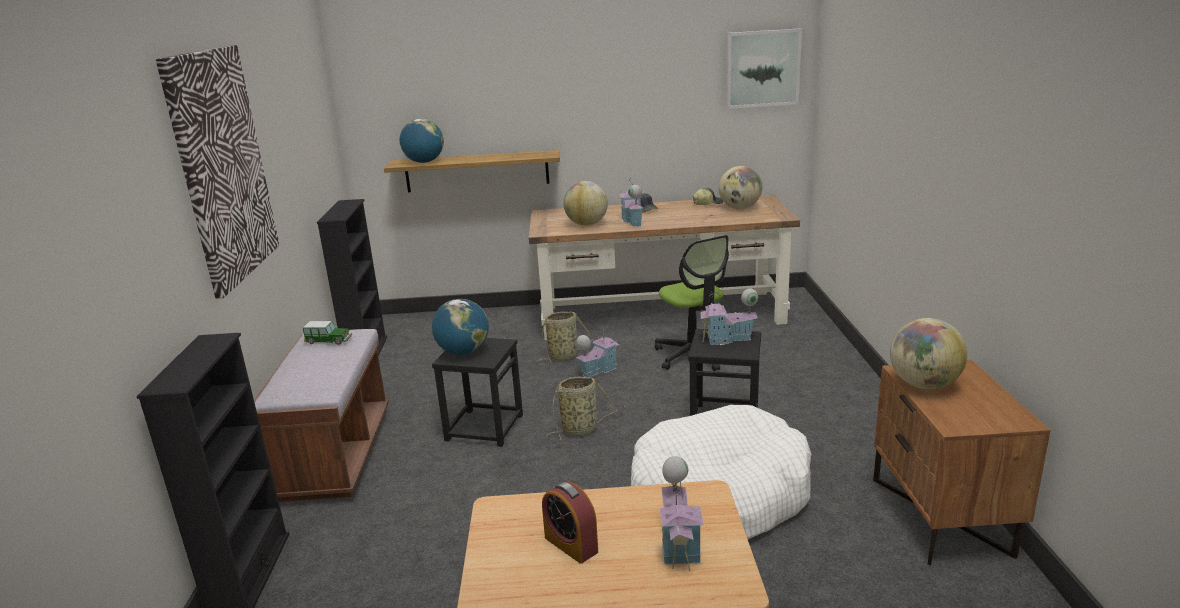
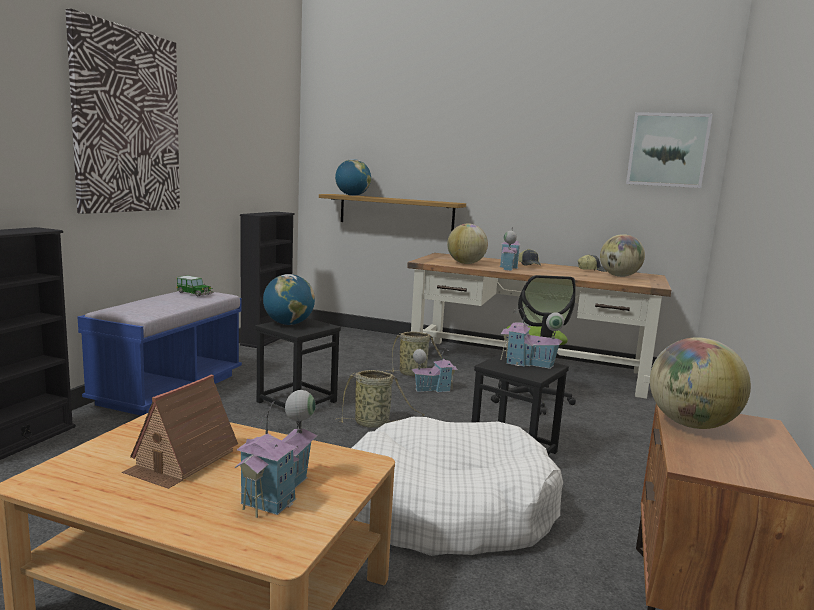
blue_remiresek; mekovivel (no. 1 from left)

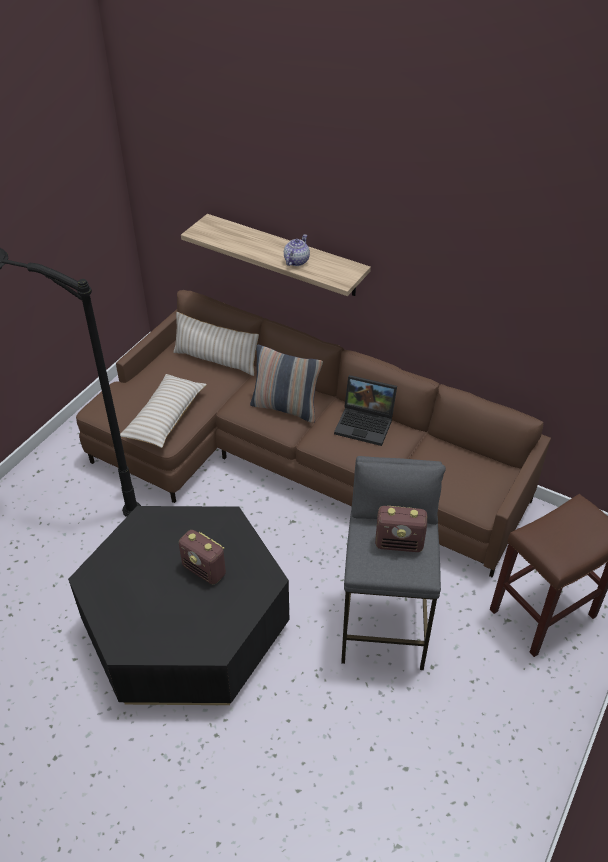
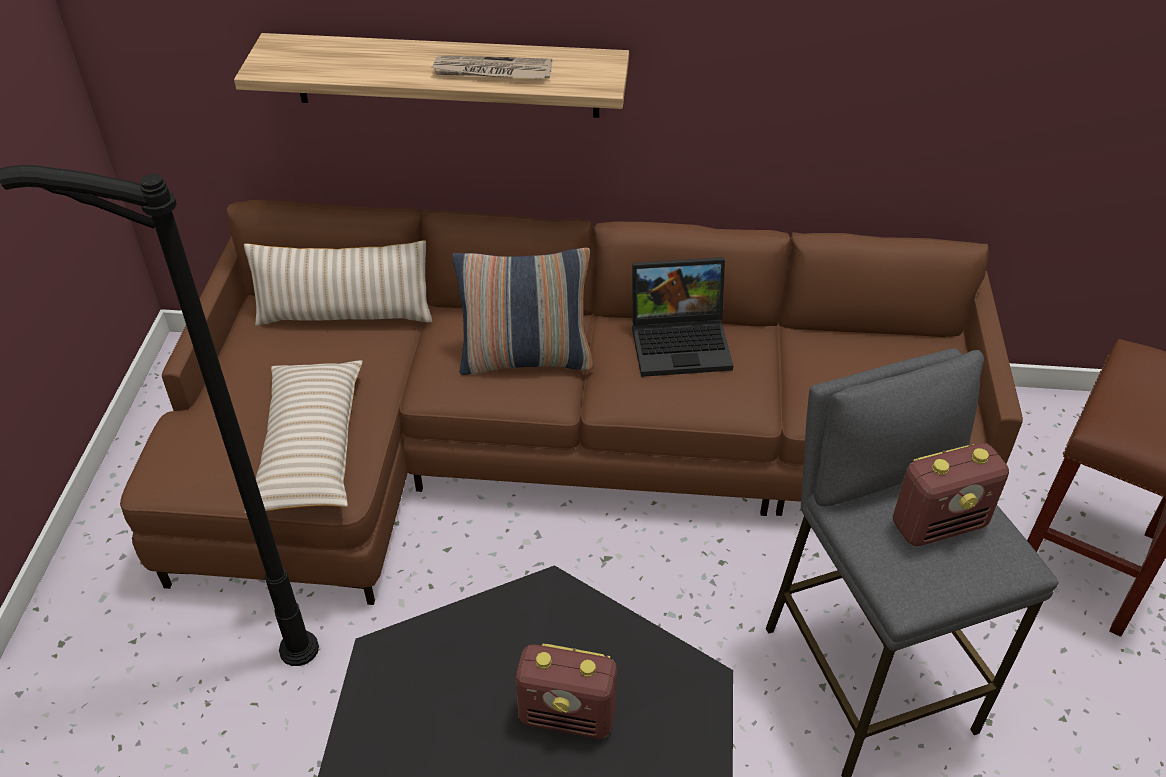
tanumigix

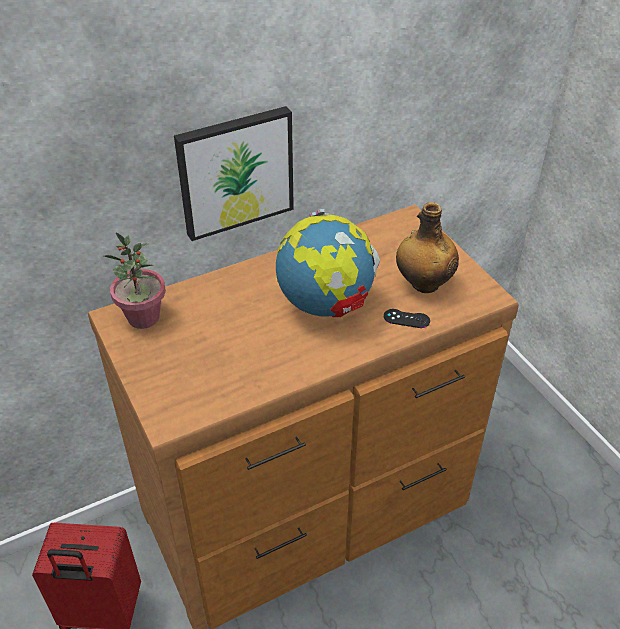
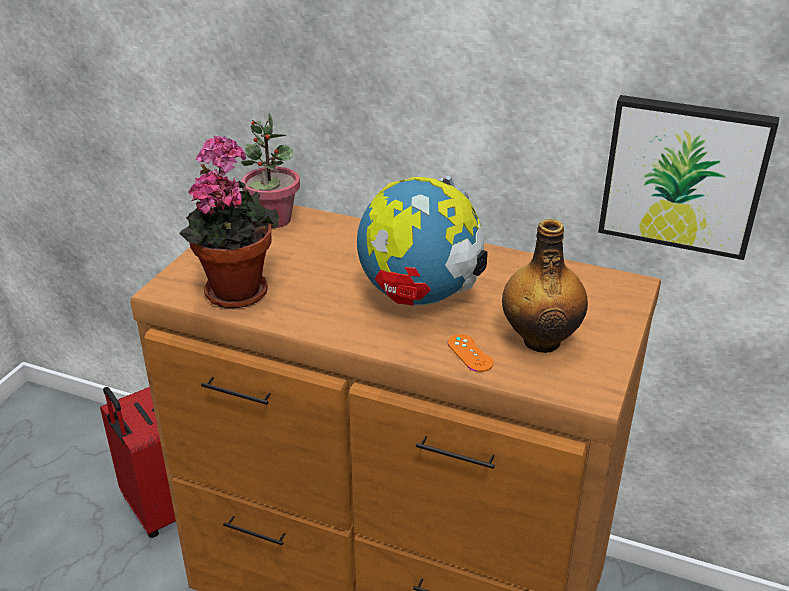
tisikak; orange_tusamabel; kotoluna (no. 1 from left)

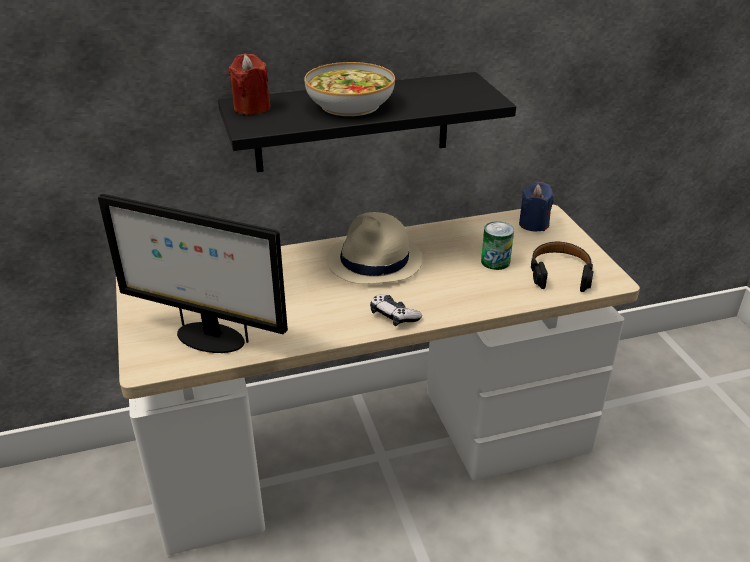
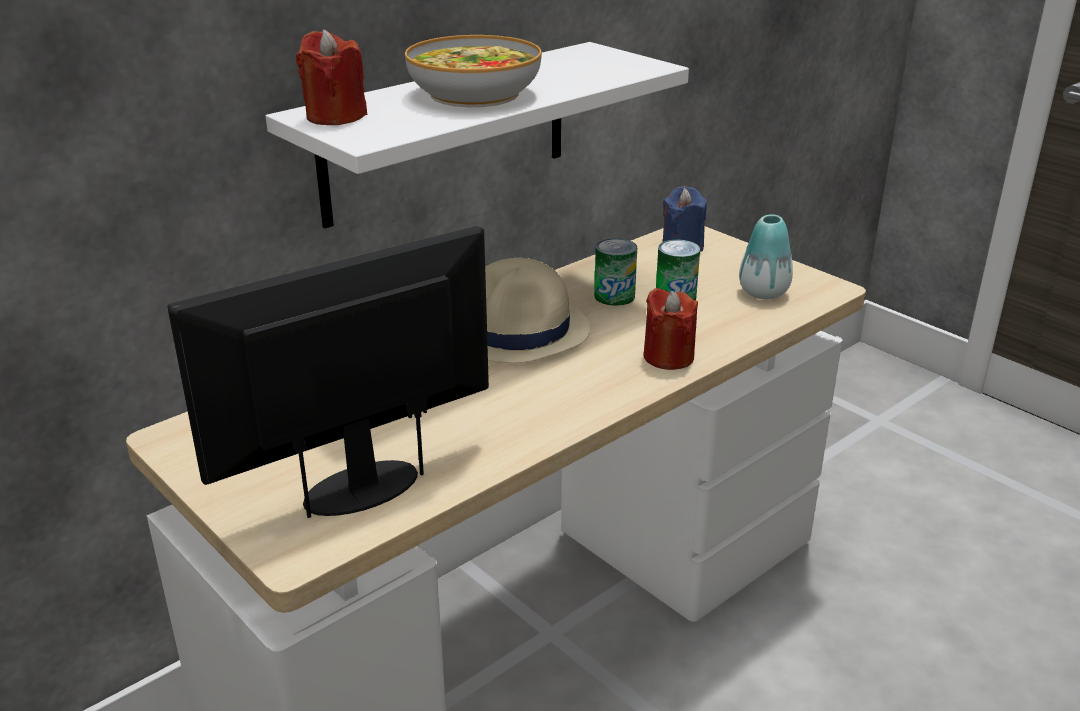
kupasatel; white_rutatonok; tusamabel; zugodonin; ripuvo (no. 1 from left); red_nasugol (no. 2 from left)

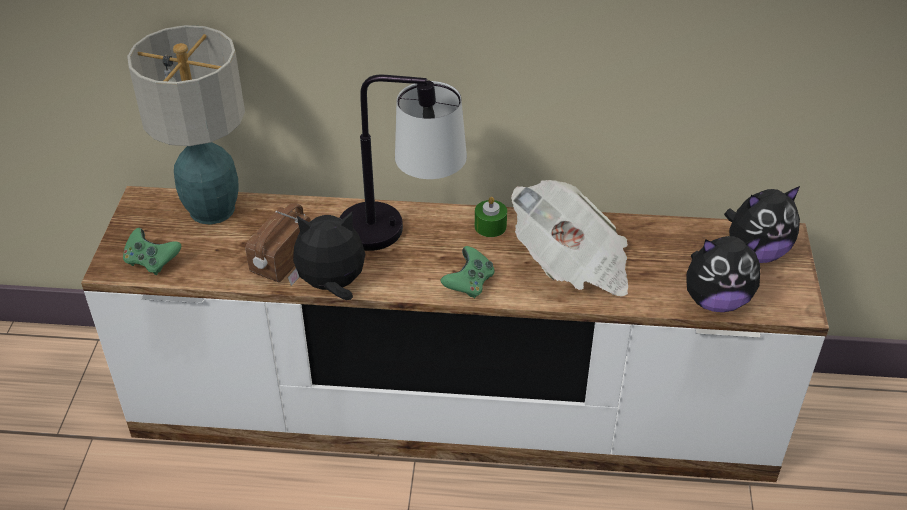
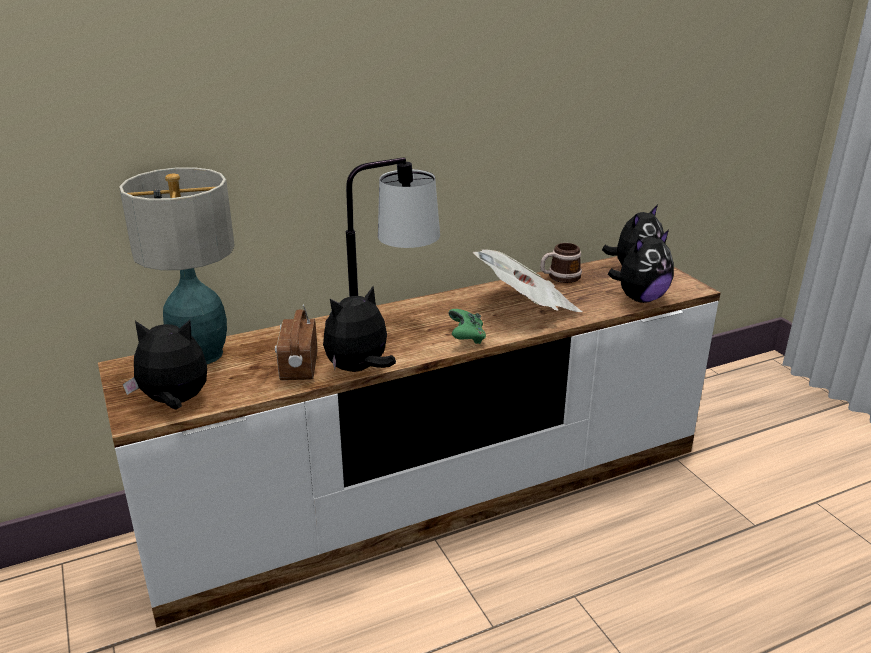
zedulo (no. 1 from left); green_nasugol; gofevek

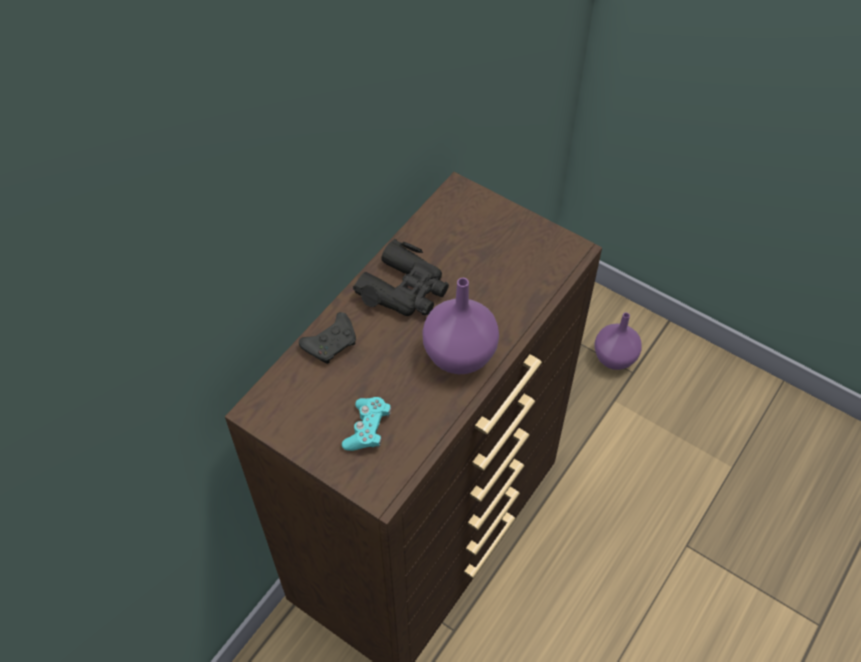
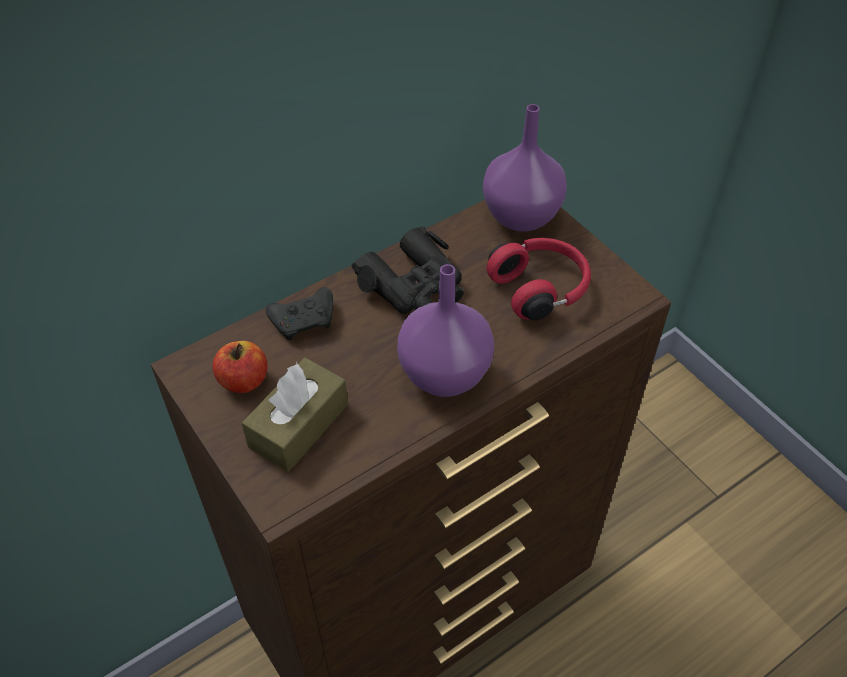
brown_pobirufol; purple_zugodonin (no. 2 from left); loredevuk; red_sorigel

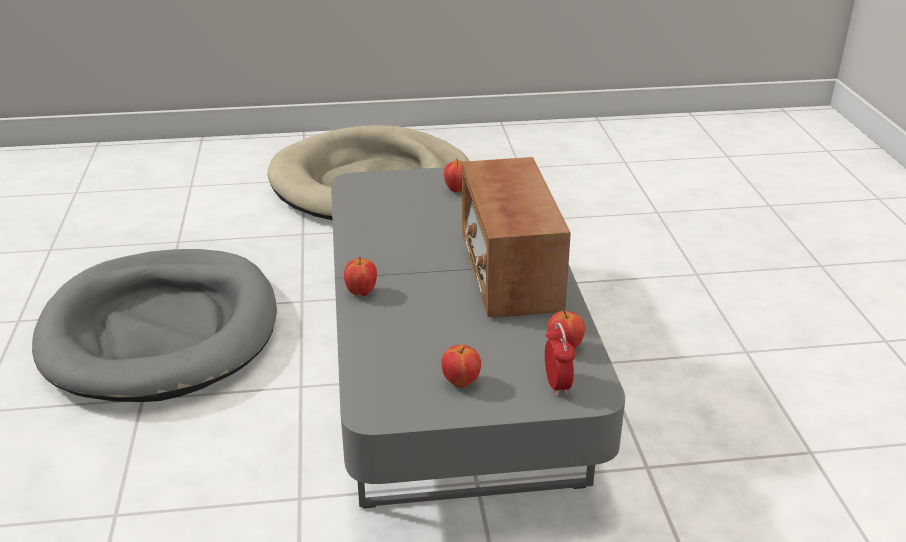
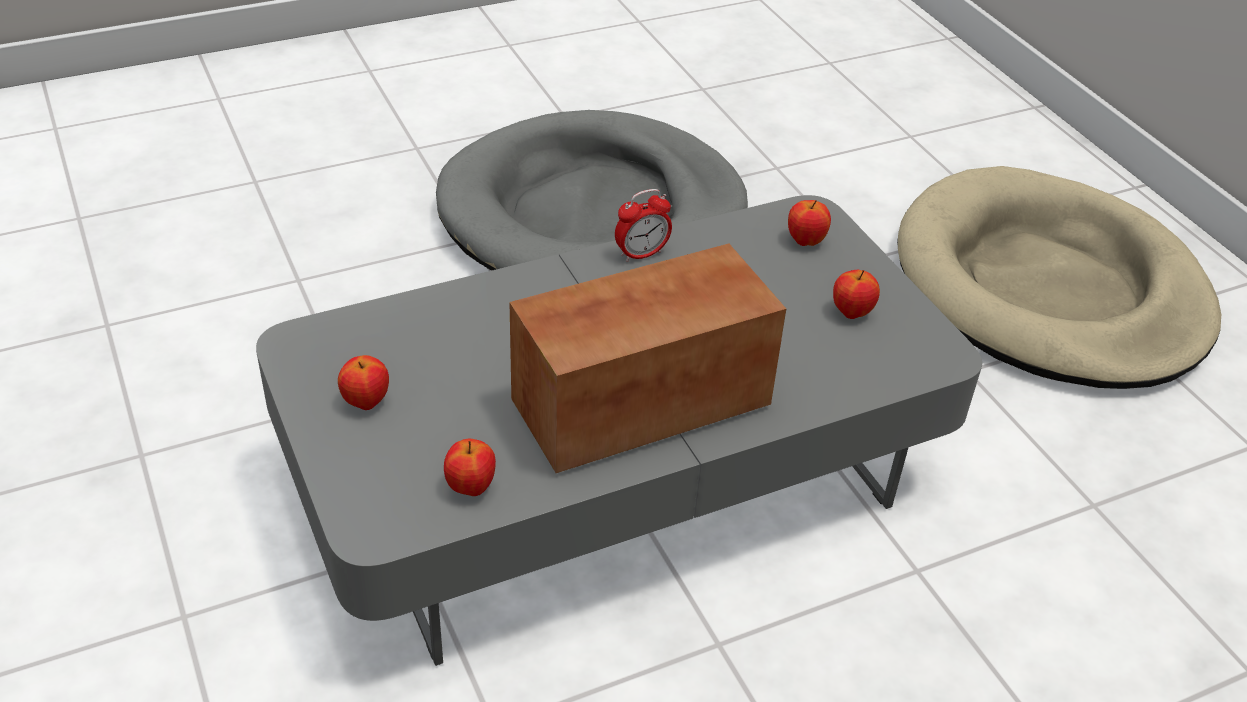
loredevuk (no. 3 from left); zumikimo

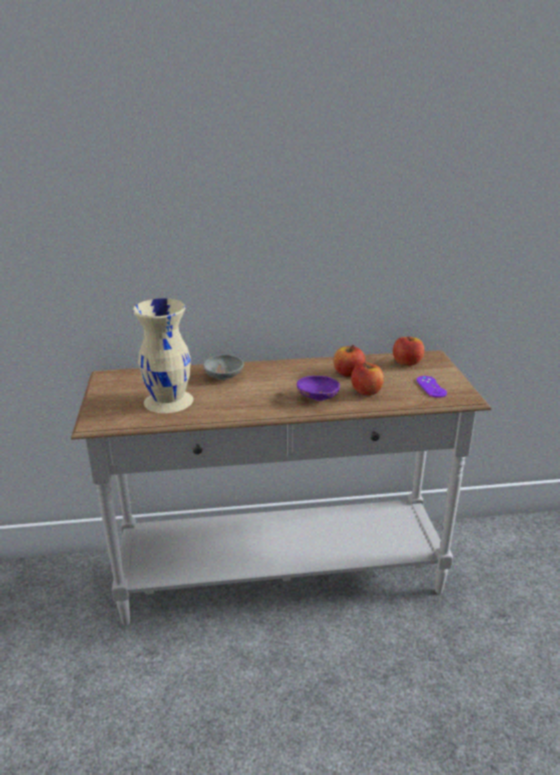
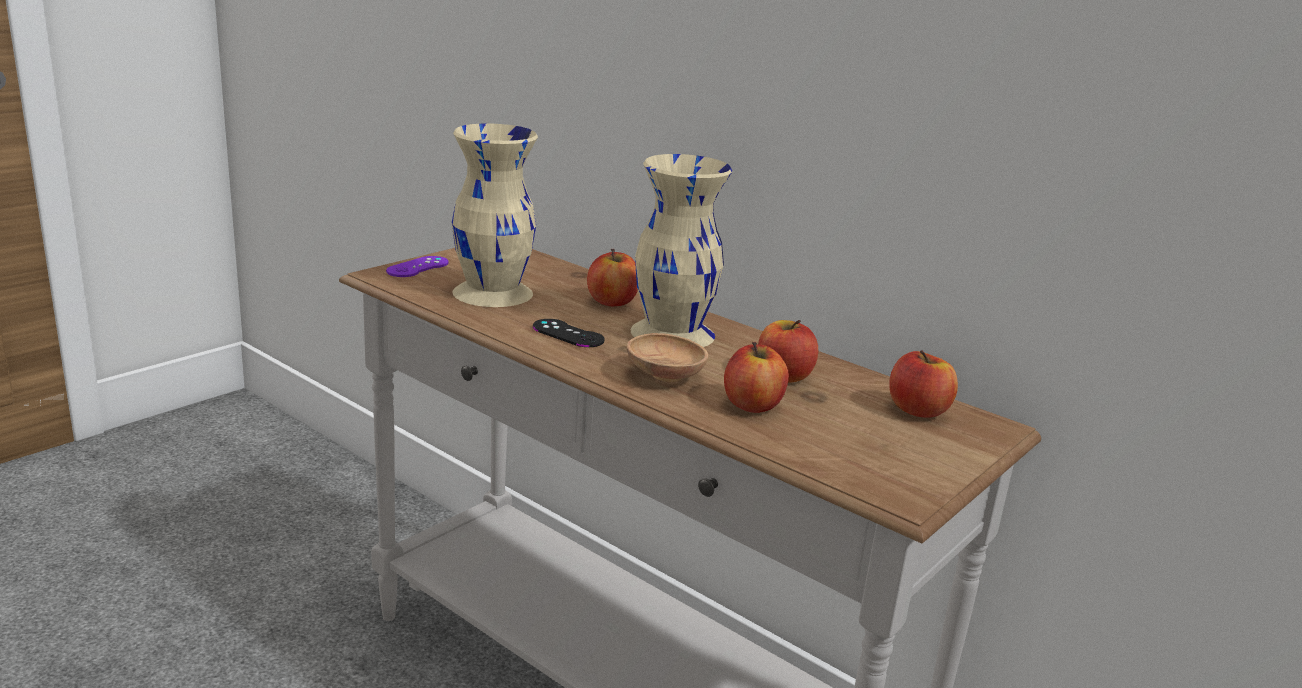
loredevuk (no. 1 from left); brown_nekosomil; purple_tusamabel; black_tusamabel; beige_zugodonin (no. 2 from left)

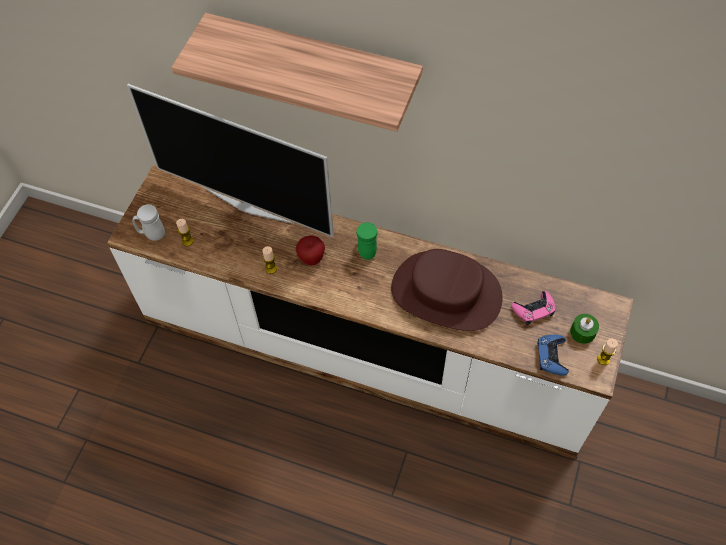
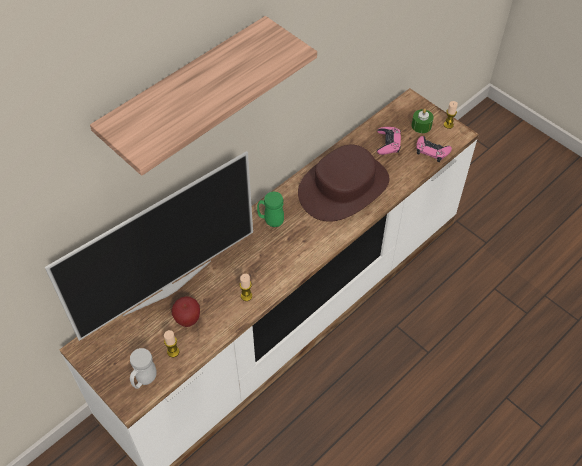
loredevuk; pink_tusamabel (no. 2 from left)

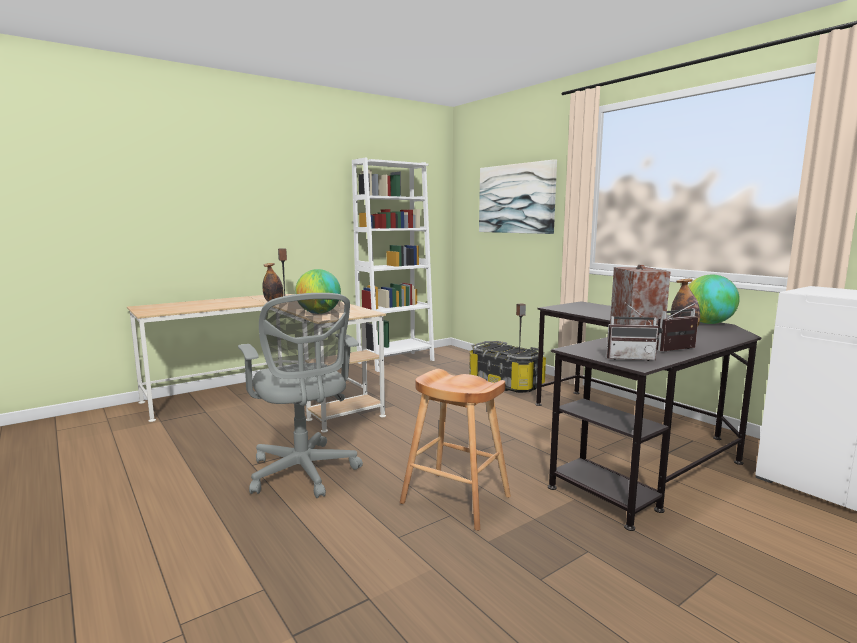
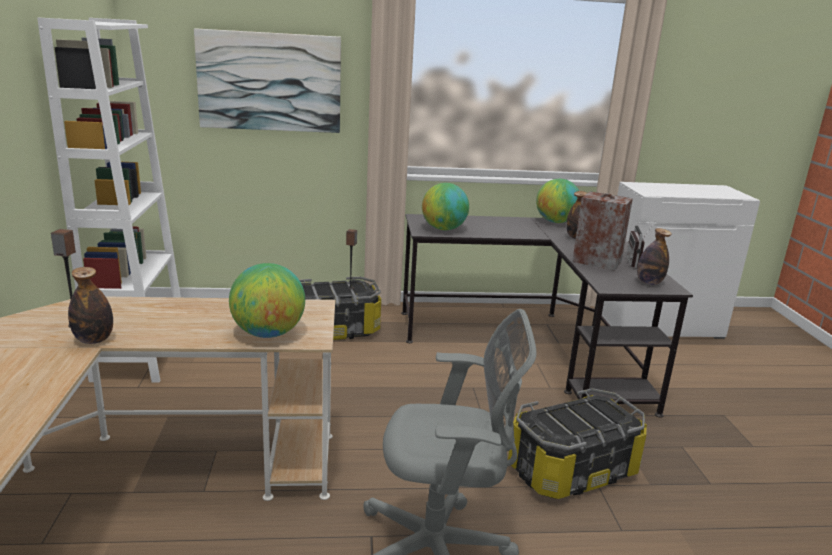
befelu (no. 2 from left); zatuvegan (no. 3 from left); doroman (no. 2 from left)

